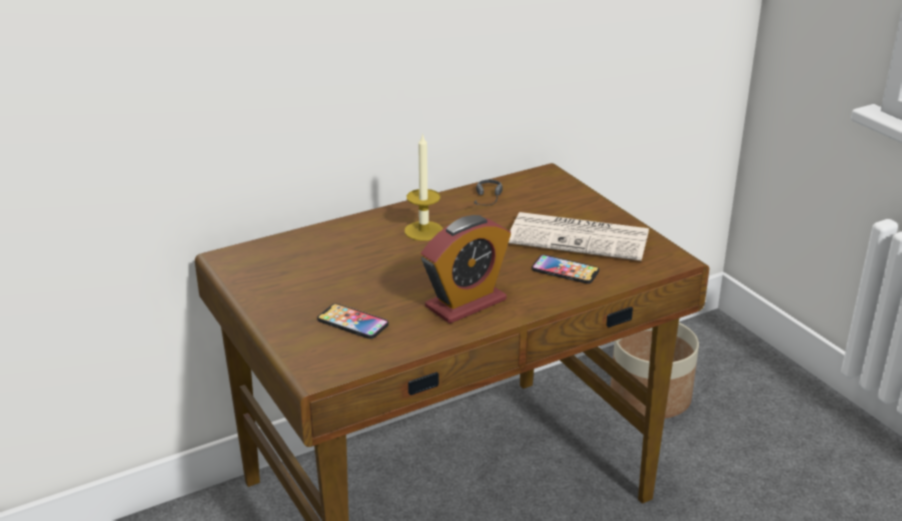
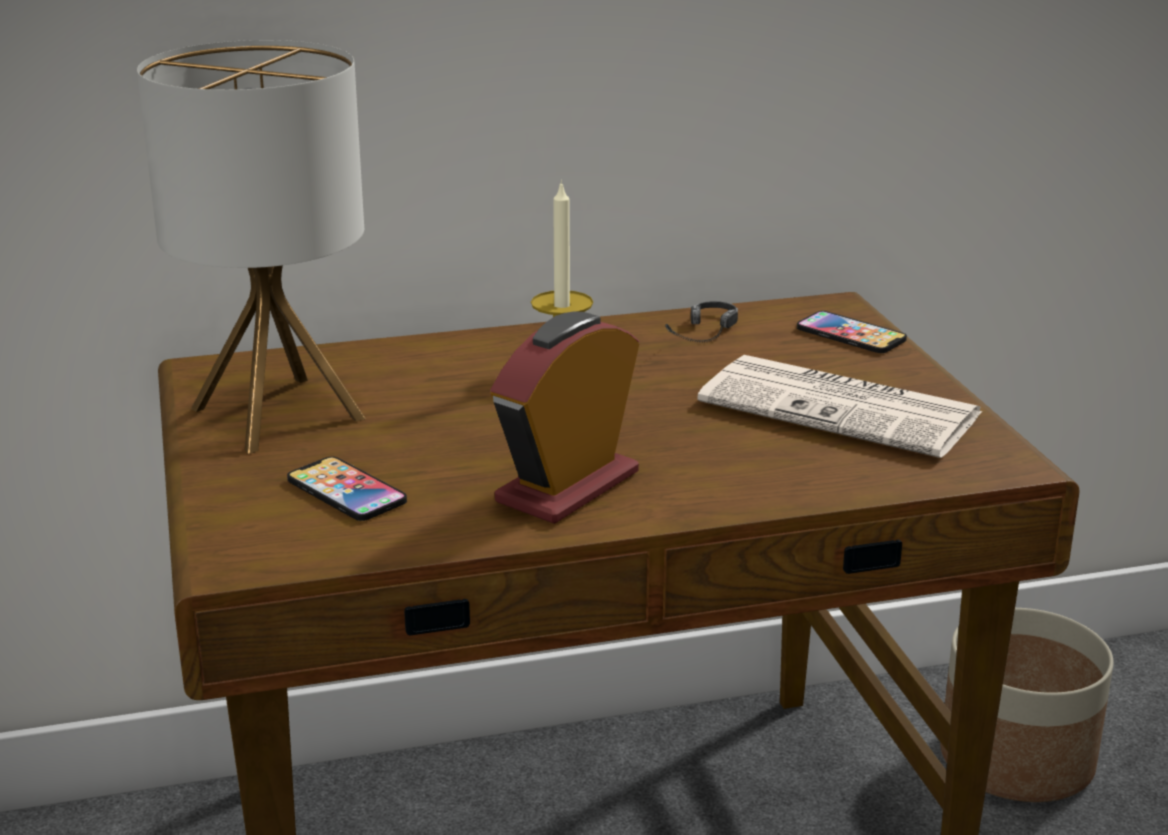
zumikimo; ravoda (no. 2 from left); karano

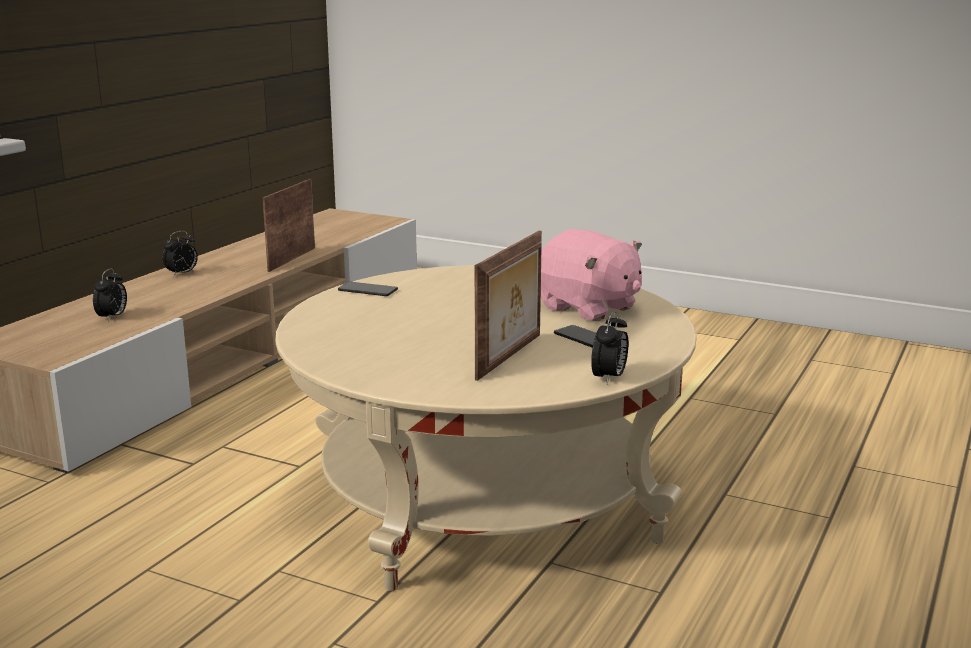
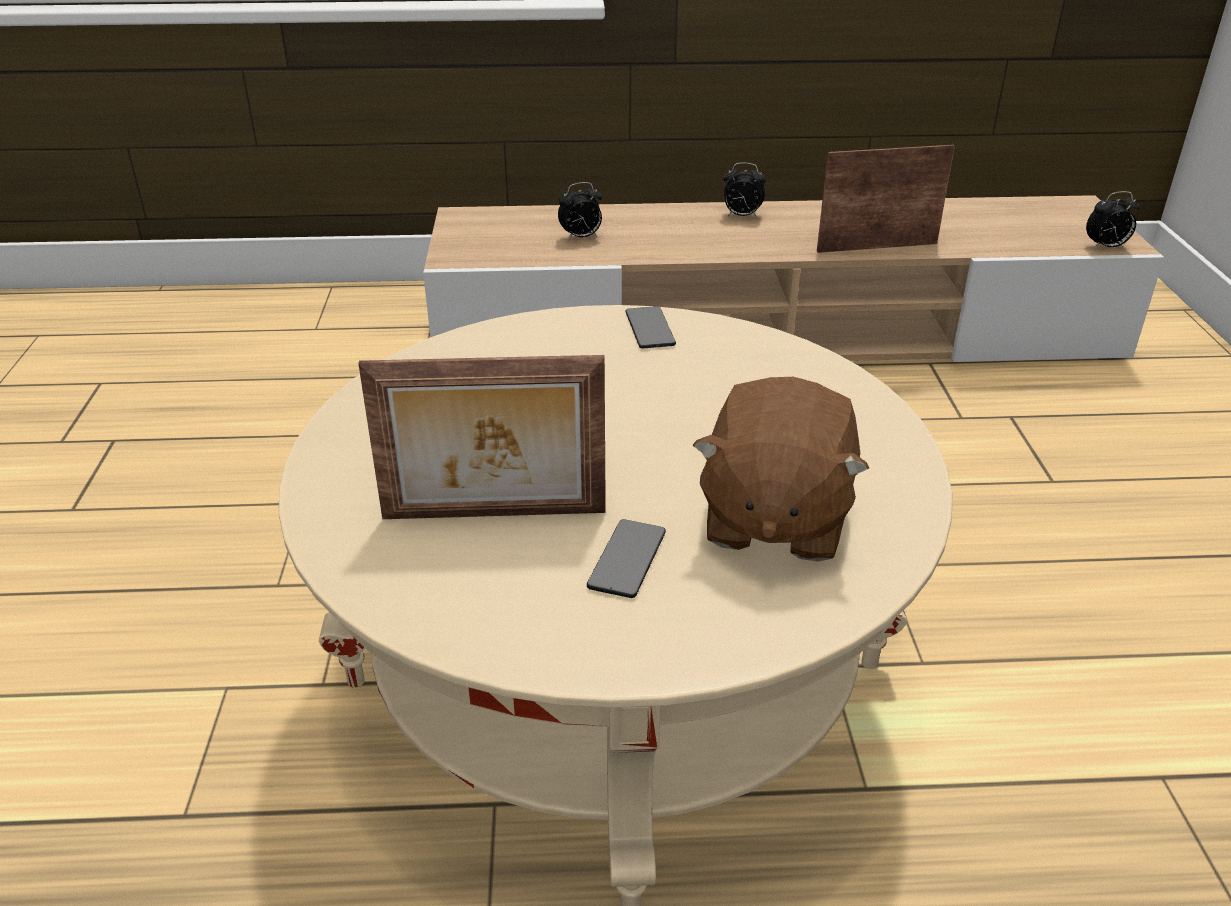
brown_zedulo; zumikimo (no. 3 from left)

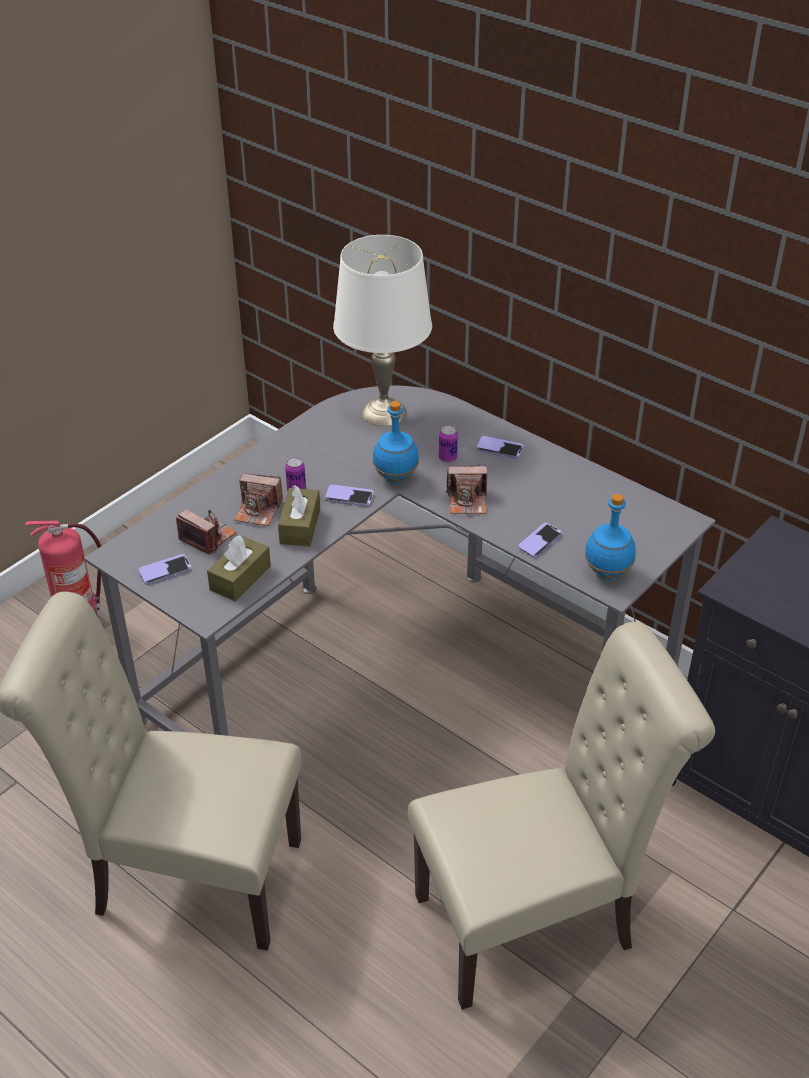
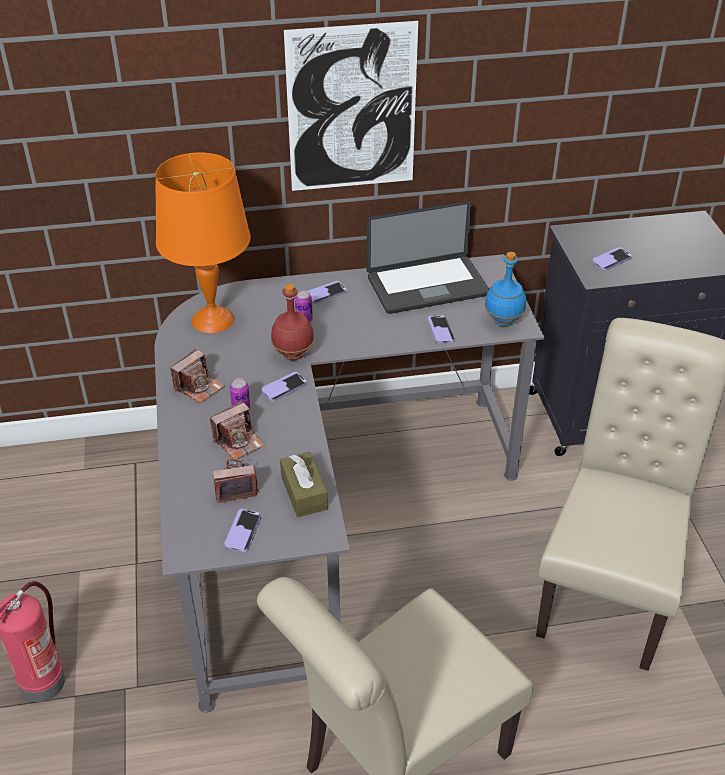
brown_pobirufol (no. 2 from left in the first image); orange_karano; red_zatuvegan; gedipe (no. 1 from left); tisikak; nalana; ravoda (no. 5 from left)

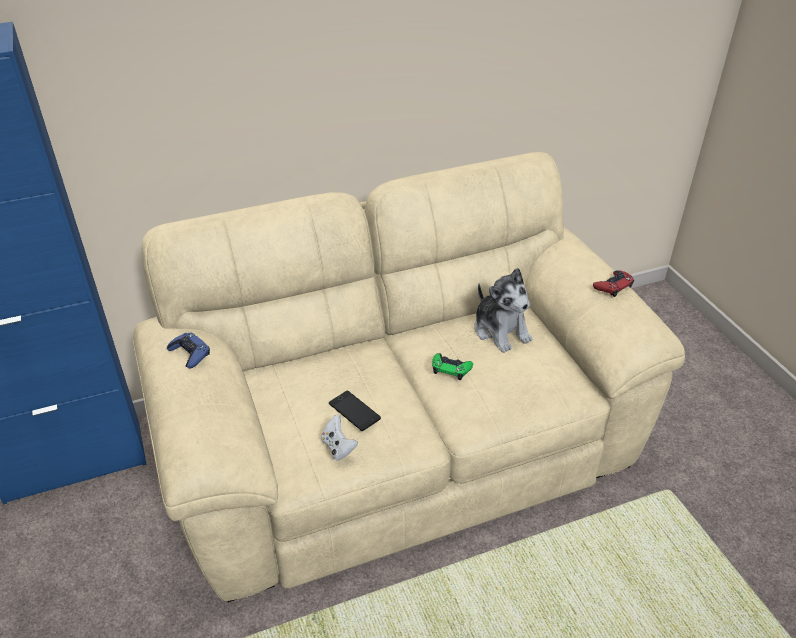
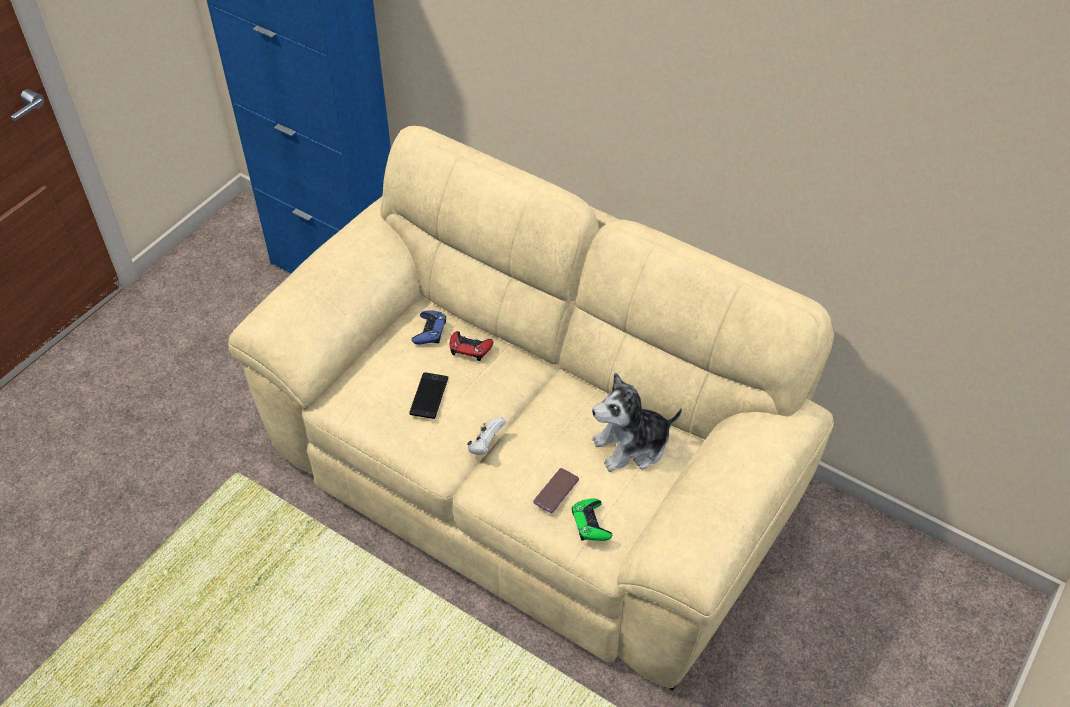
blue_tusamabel; white_tusamabel; green_tusamabel; zedulo; red_tusamabel; ravoda (no. 2 from left)

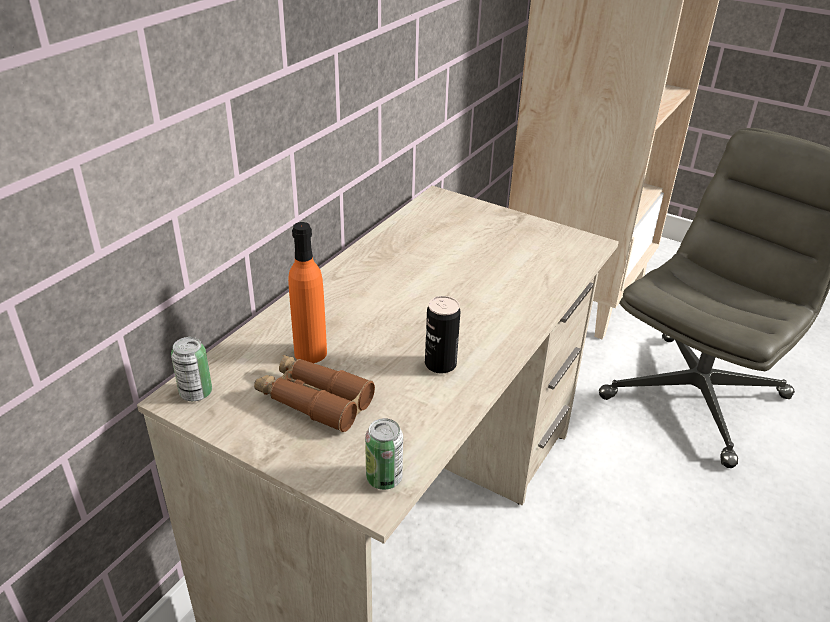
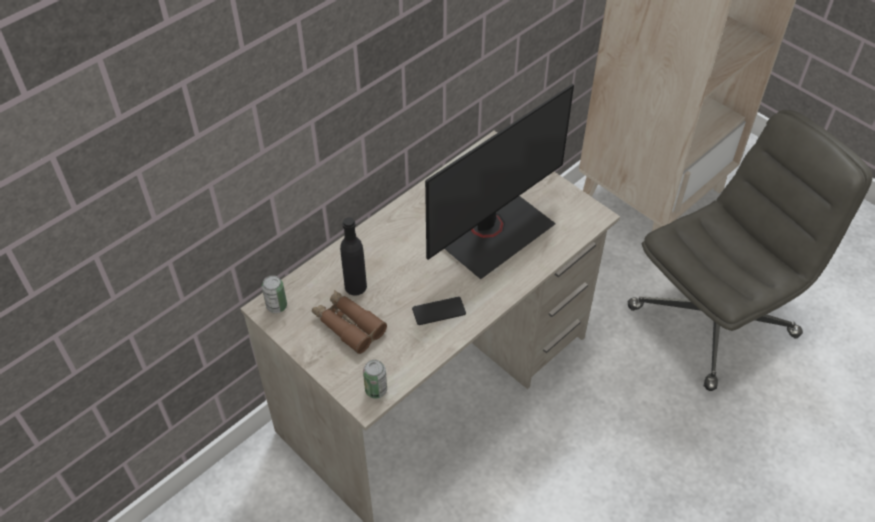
black_zatuvegan; ravoda; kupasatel

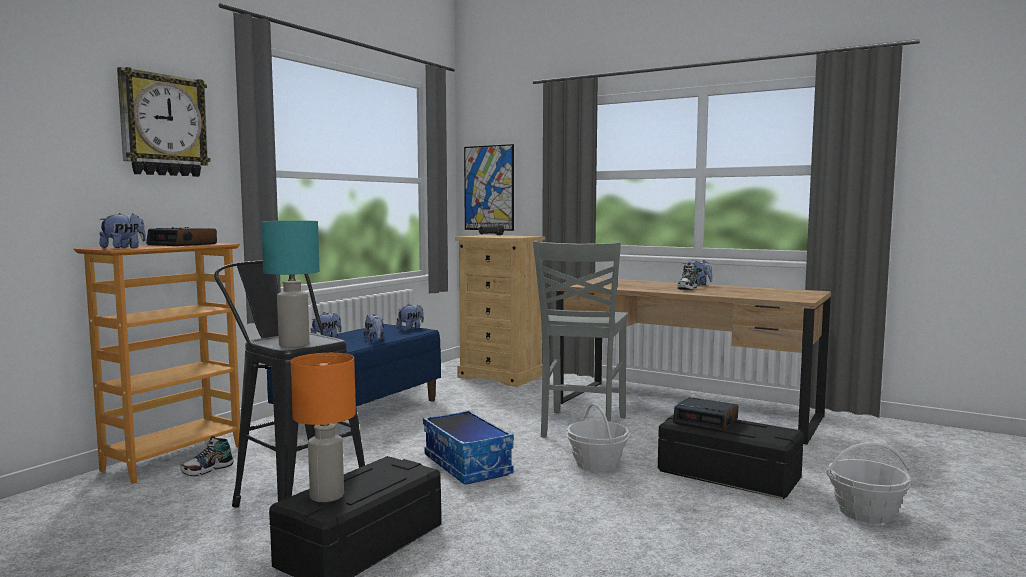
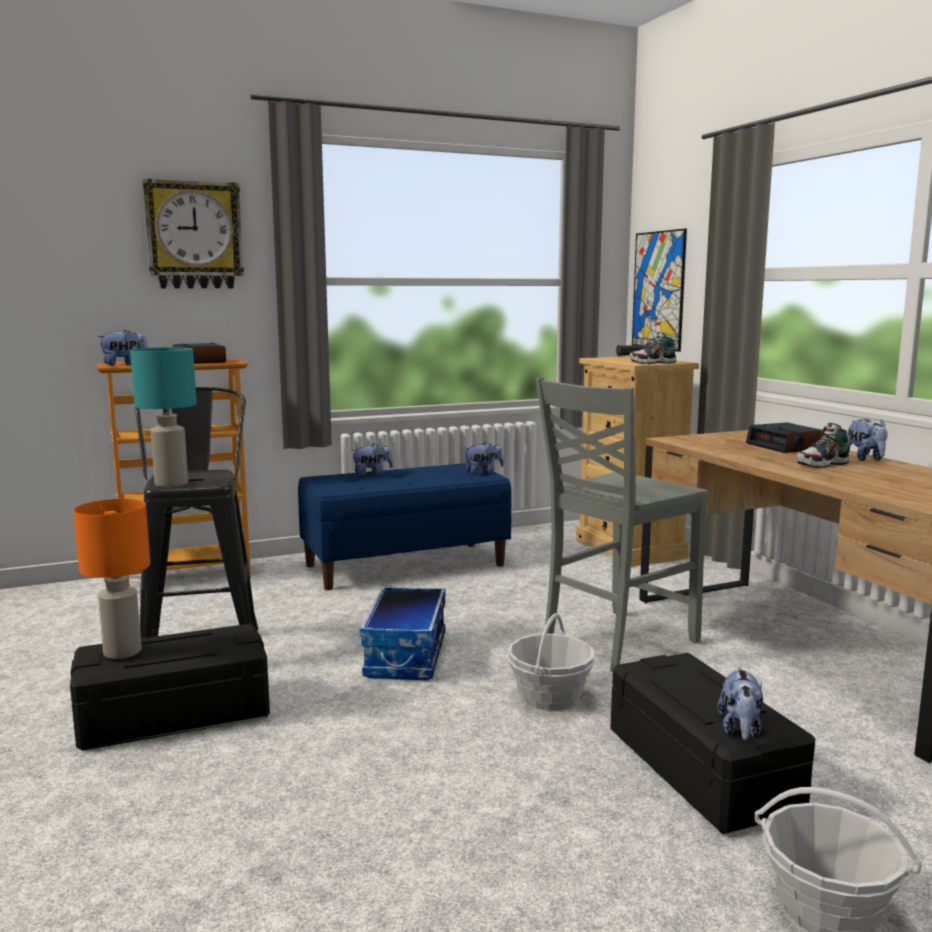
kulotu (no. 1 from left); zedulo (no. 4 from left); zumikimo (no. 2 from left)

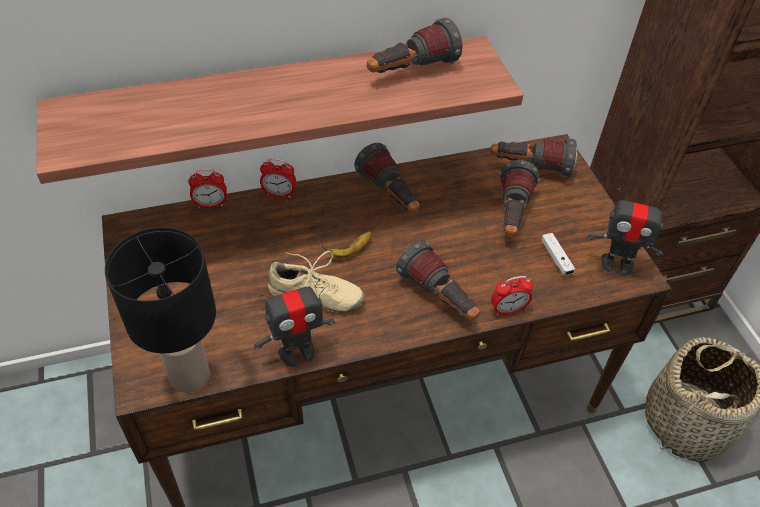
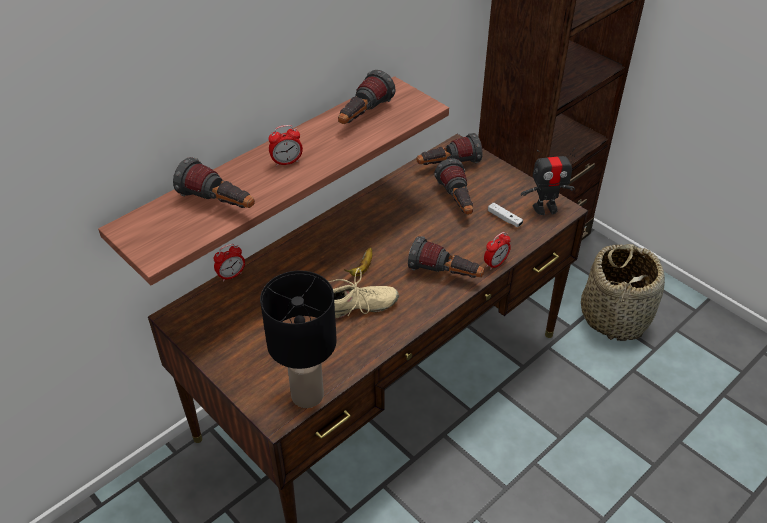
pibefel (no. 1 from left in the first image); zumikimo (no. 2 from left); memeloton (no. 1 from left)

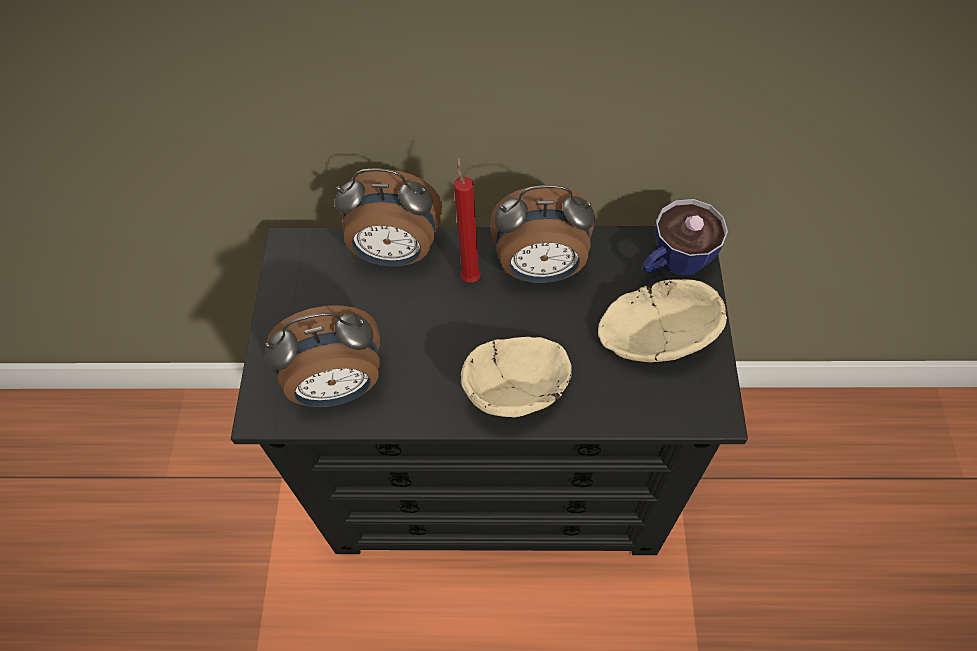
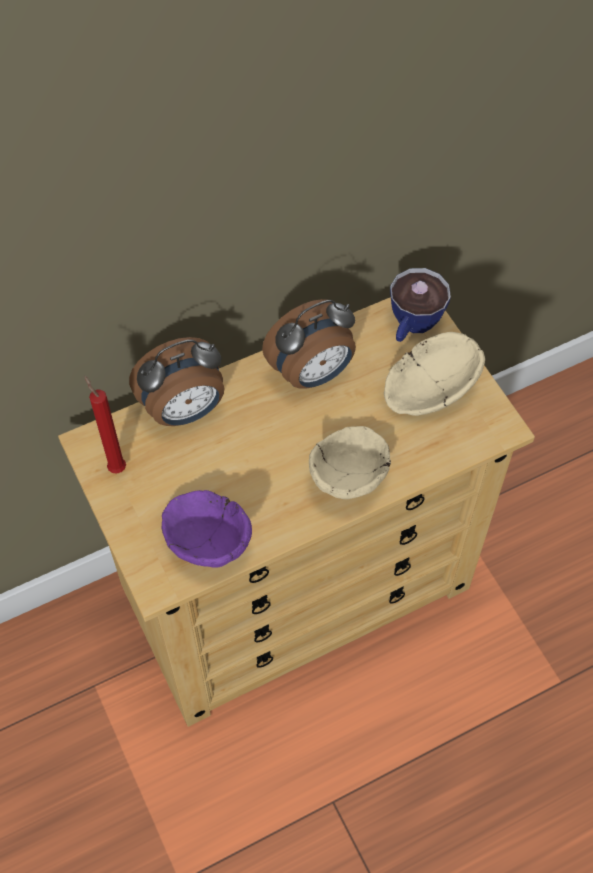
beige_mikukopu; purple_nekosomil; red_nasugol

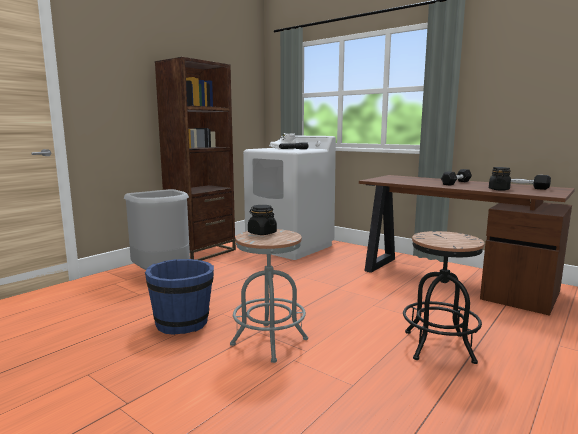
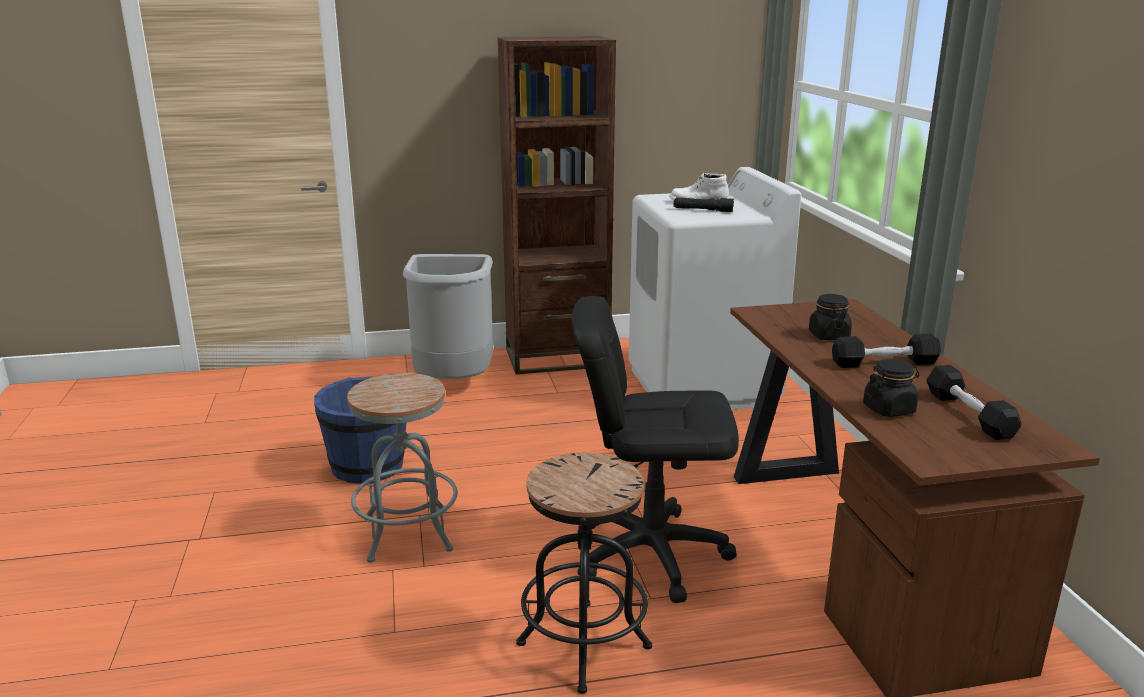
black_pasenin (no. 1 from left); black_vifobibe

